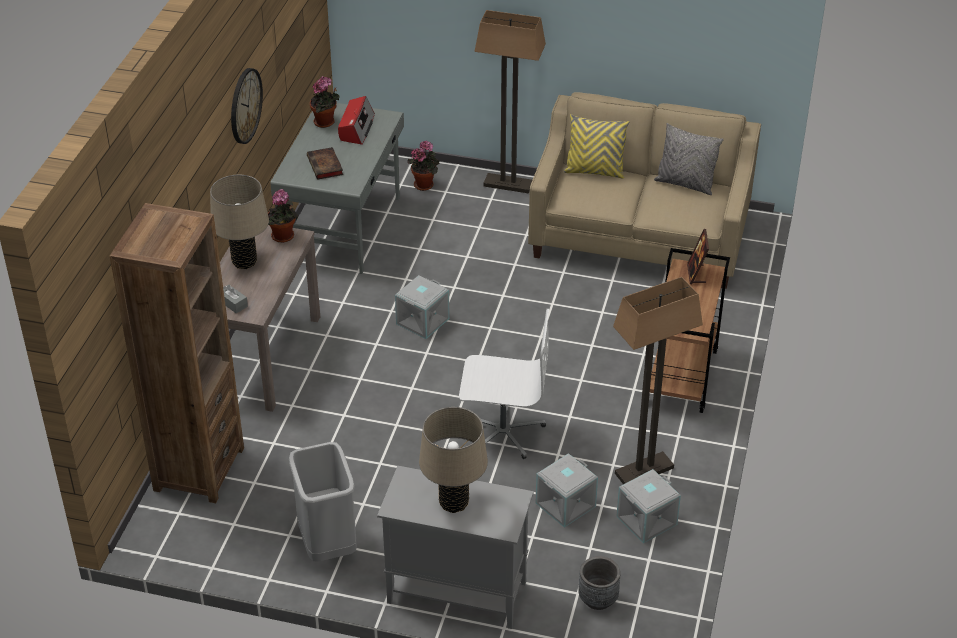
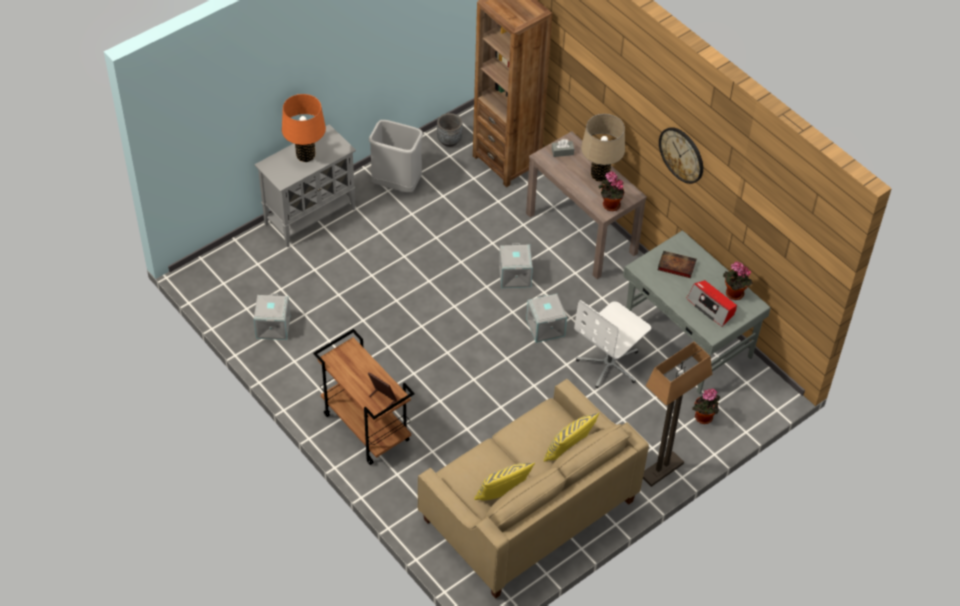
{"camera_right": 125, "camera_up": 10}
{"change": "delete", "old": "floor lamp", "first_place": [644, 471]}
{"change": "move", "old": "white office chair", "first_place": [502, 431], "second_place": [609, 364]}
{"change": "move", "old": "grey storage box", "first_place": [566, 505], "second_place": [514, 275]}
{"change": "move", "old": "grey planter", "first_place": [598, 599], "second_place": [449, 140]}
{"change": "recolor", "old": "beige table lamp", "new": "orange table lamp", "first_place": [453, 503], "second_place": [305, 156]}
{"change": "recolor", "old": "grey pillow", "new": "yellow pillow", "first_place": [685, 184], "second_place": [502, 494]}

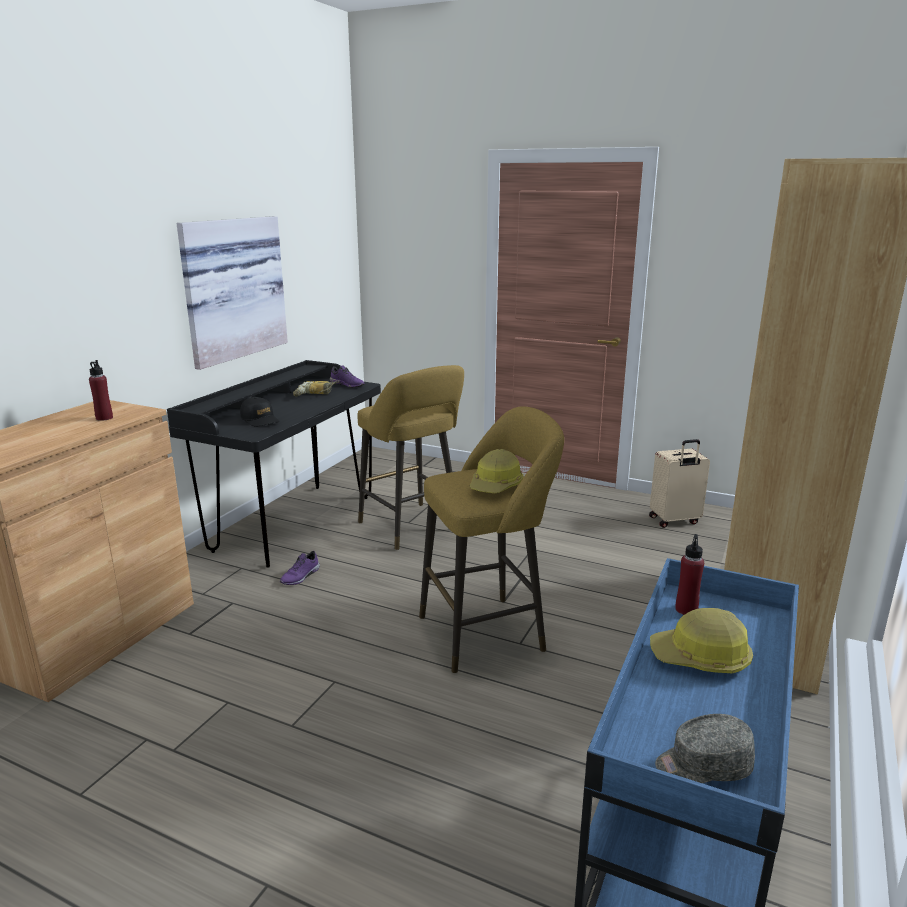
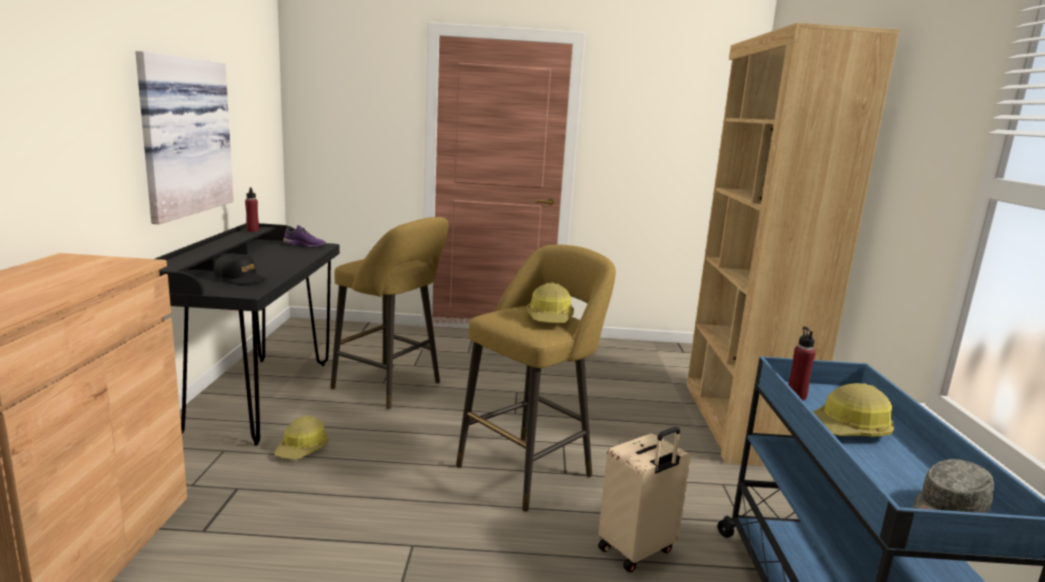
{"camera_right": -25, "camera_up": -5}
{"change": "delete", "old": "power drill", "first_place": [316, 393]}
{"change": "move", "old": "red bottle", "first_place": [104, 418], "second_place": [252, 230]}
{"change": "move", "old": "beige suitcase", "first_place": [674, 521], "second_place": [637, 550]}
{"change": "replace", "old": "purple shoe", "new": "hard hat", "first_place": [301, 577], "second_place": [302, 449]}

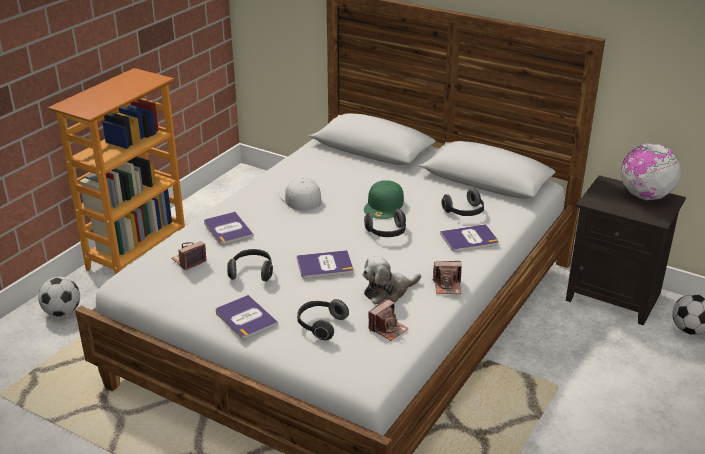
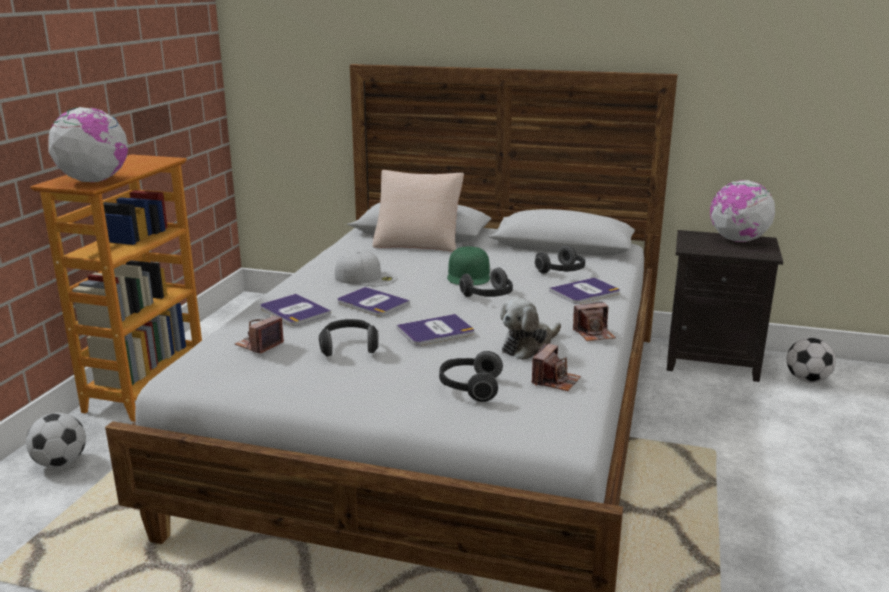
{"camera_right": -15, "camera_up": -10}
{"change": "insert", "new": "globe", "second_place": [94, 181]}
{"change": "insert", "new": "beige pillow", "second_place": [418, 242]}
{"change": "move", "old": "book", "first_place": [245, 318], "second_place": [372, 303]}
{"change": "rotate", "old": "white cap", "first_place": [299, 198], "second_place": [366, 277], "degrees": 150}

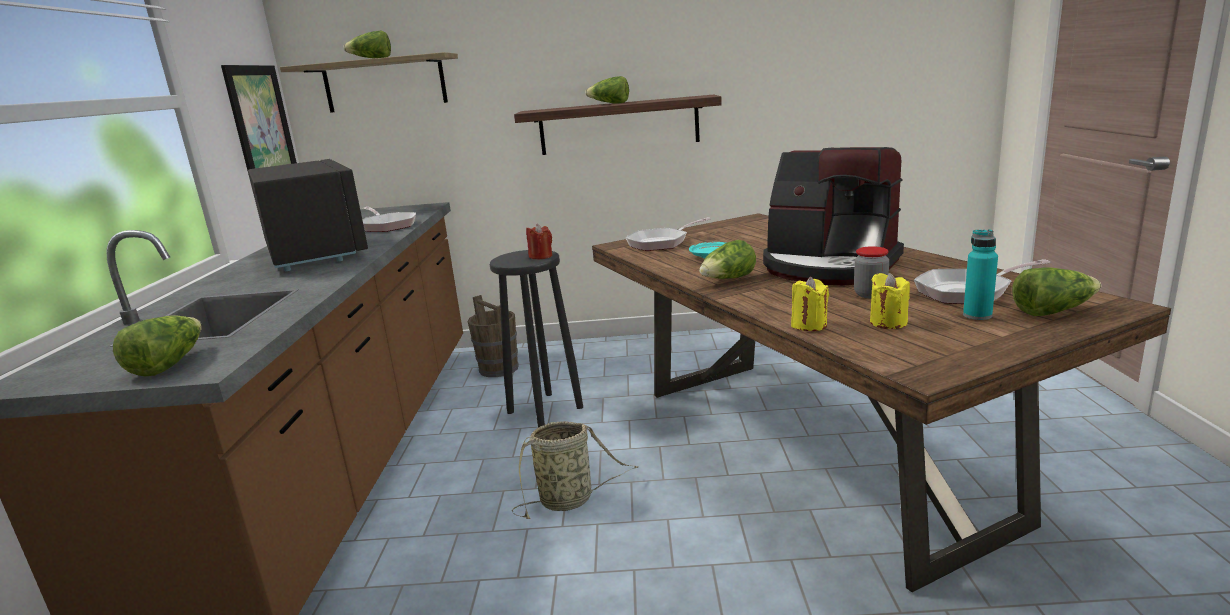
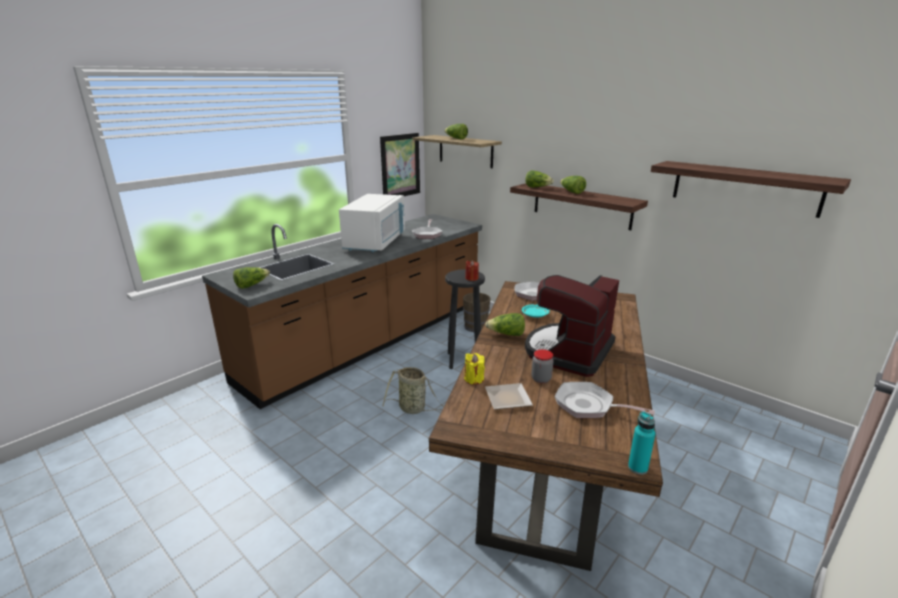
{"camera_right": 40, "camera_up": 5}
{"change": "insert", "new": "shelf", "second_place": [744, 188]}
{"change": "move", "old": "turquoise bottle", "first_place": [977, 315], "second_place": [637, 467]}
{"change": "move", "old": "lettuce", "first_place": [1052, 311], "second_place": [537, 187]}
{"change": "replace", "old": "yellow candle", "new": "plate", "first_place": [888, 322], "second_place": [506, 398]}
{"change": "recolor", "old": "black microwave", "new": "white microwave", "first_place": [316, 252], "second_place": [376, 242]}
{"change": "rotate", "old": "coffee machine", "first_place": [829, 267], "second_place": [568, 352], "degrees": 45}

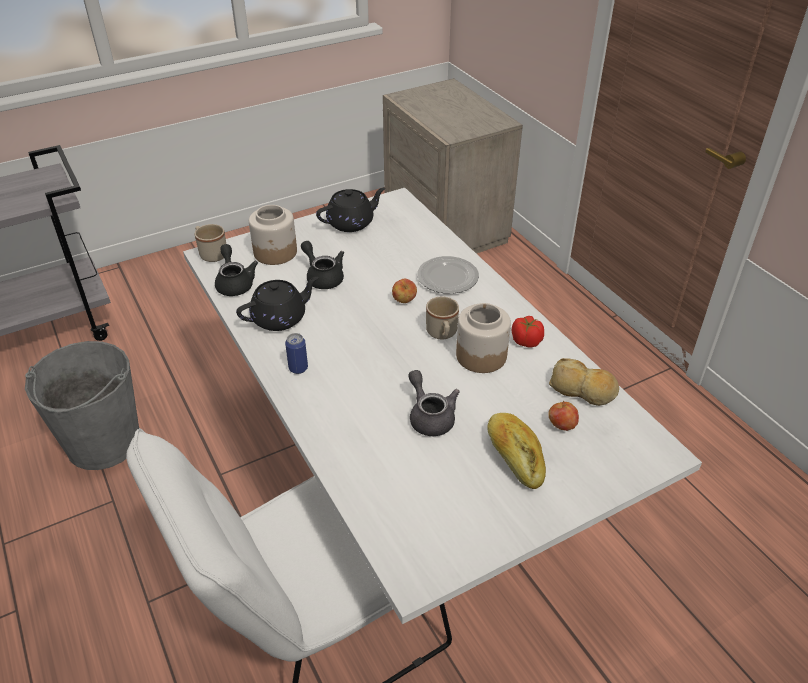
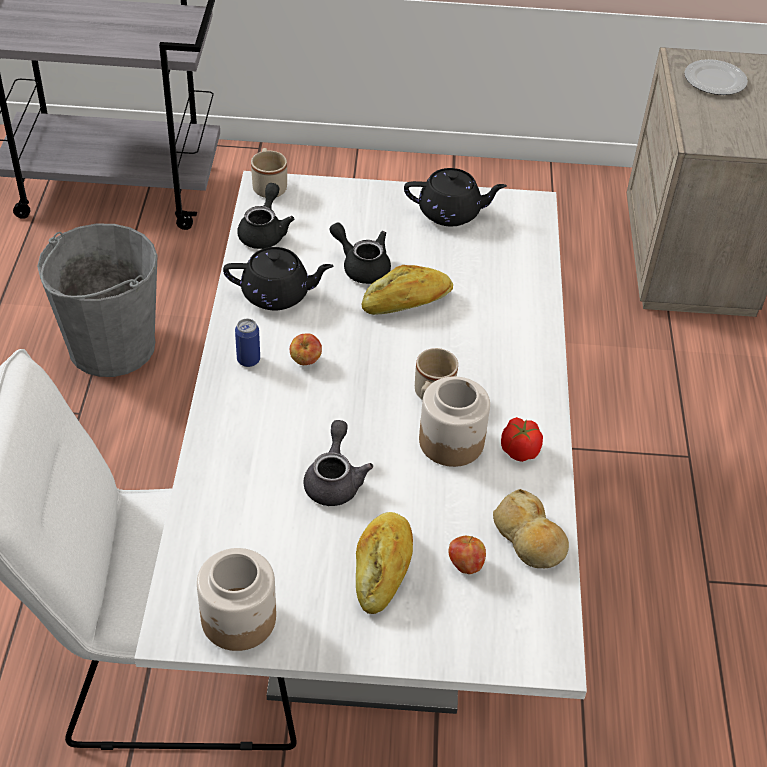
{"camera_right": 30, "camera_up": 5}
{"change": "insert", "new": "bread", "second_place": [407, 303]}
{"change": "move", "old": "jar", "first_place": [275, 253], "second_place": [238, 620]}
{"change": "move", "old": "apple", "first_place": [404, 301], "second_place": [305, 361]}
{"change": "move", "old": "plate", "first_place": [448, 277], "second_place": [715, 81]}
{"change": "rotate", "old": "black teapot", "first_place": [323, 277], "second_place": [362, 266], "degrees": -45}

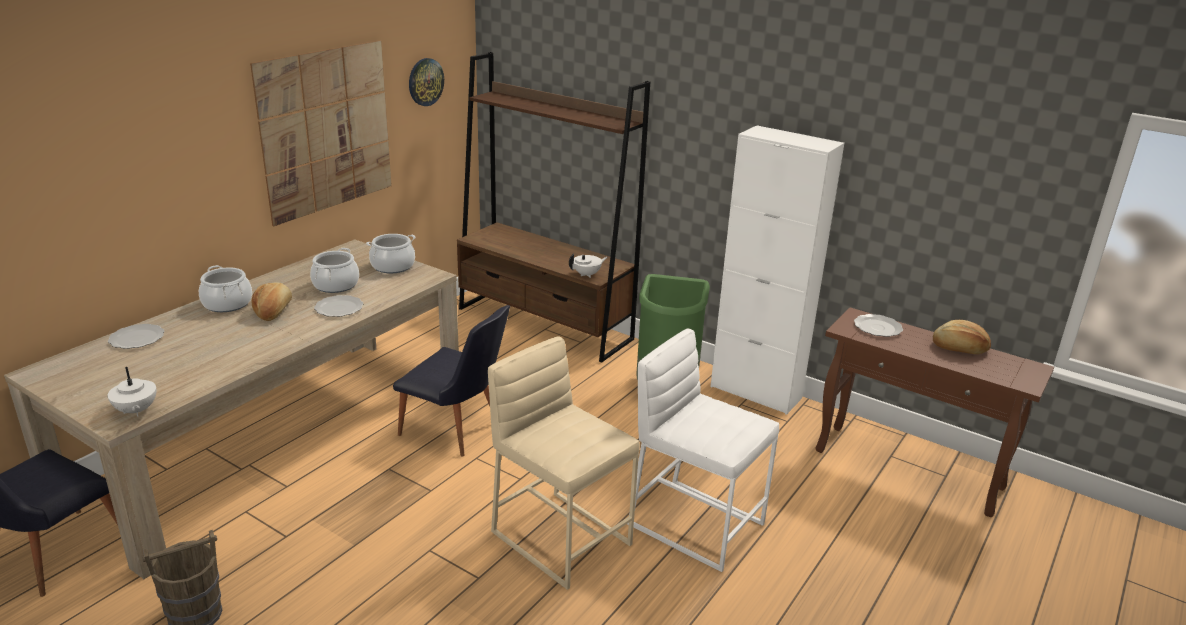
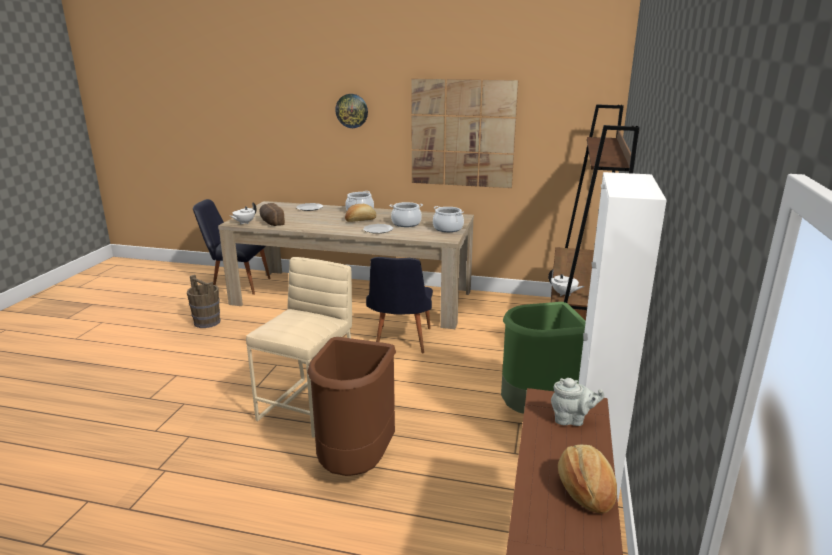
{"camera_right": 70, "camera_up": -5}
{"change": "insert", "new": "bread", "second_place": [271, 222]}
{"change": "move", "old": "wall clock", "first_place": [425, 82], "second_place": [352, 111]}
{"change": "replace", "old": "white stool", "new": "brown trash can", "first_place": [695, 523], "second_place": [356, 464]}
{"change": "replace", "old": "plate", "new": "grey teapot", "first_place": [877, 328], "second_place": [572, 420]}

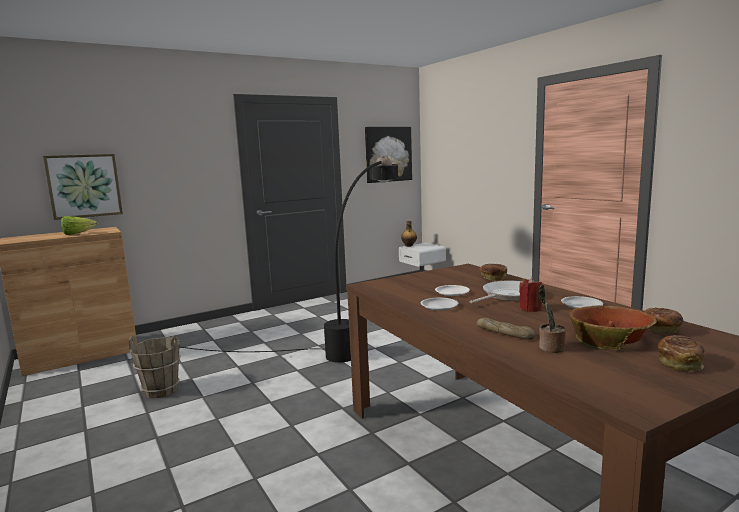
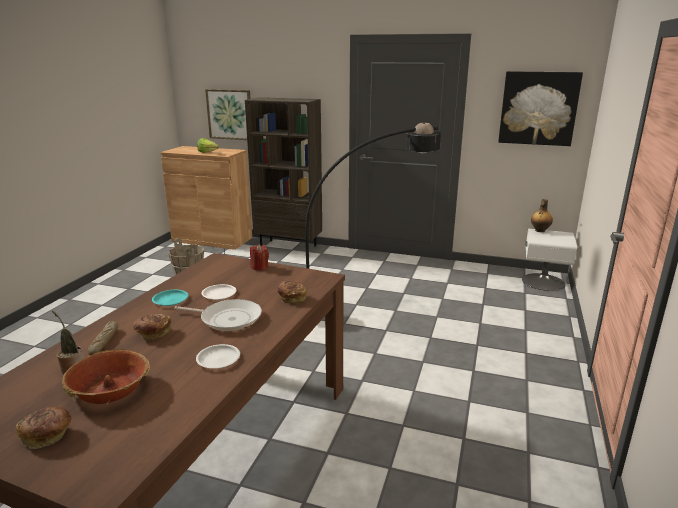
{"camera_right": 50, "camera_up": 10}
{"change": "insert", "new": "brown bookcase", "second_place": [289, 247]}
{"change": "move", "old": "red candle", "first_place": [530, 309], "second_place": [259, 267]}
{"change": "move", "old": "bread", "first_place": [661, 330], "second_place": [153, 334]}
{"change": "recolor", "old": "white plate", "new": "turquoise plate", "first_place": [439, 306], "second_place": [170, 300]}

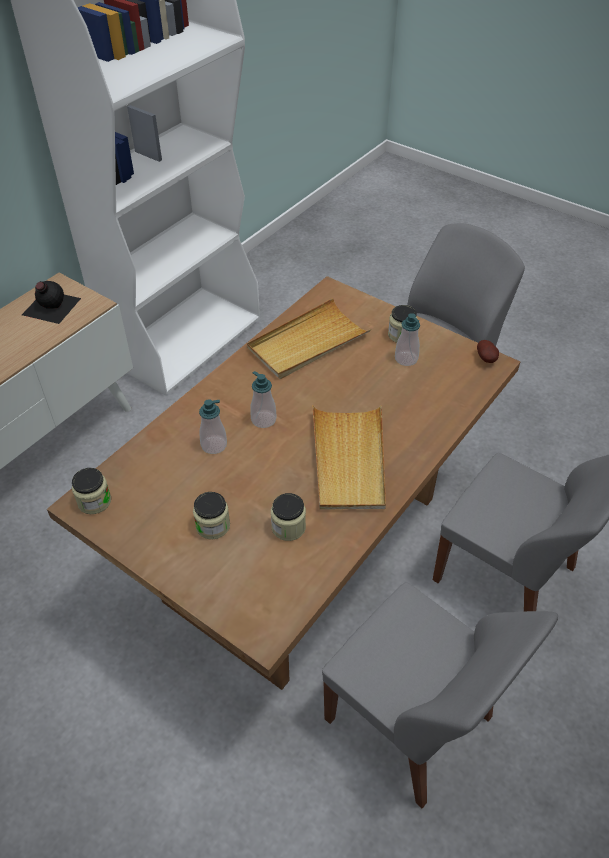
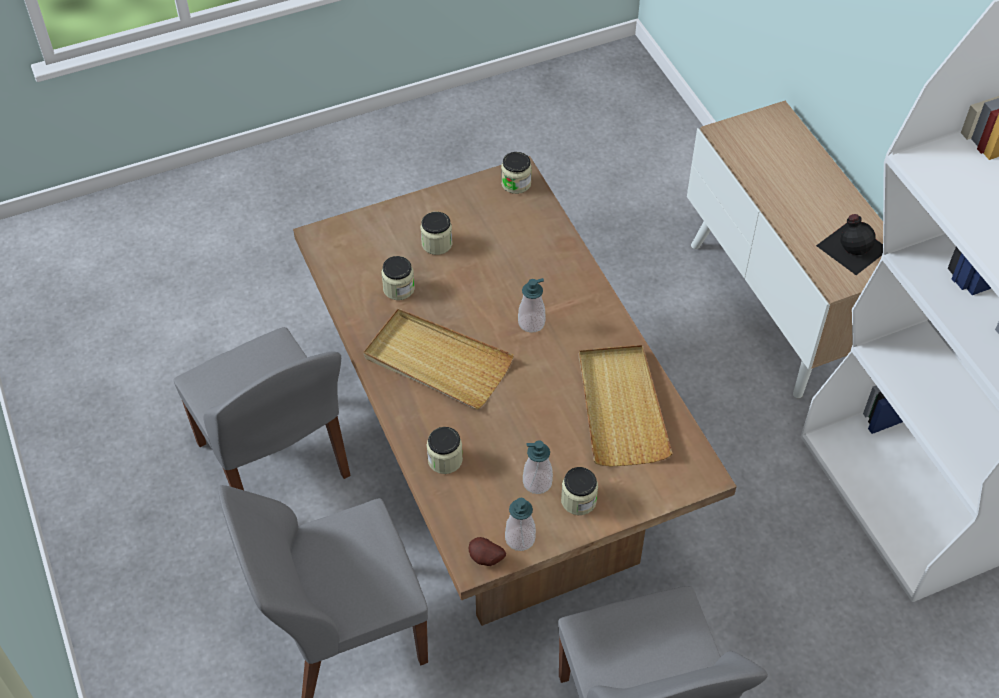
{"camera_right": 120, "camera_up": 5}
{"change": "insert", "new": "jar", "second_place": [445, 460]}
{"change": "move", "old": "soap dispenser", "first_place": [214, 445], "second_place": [520, 538]}
{"change": "rotate", "old": "grey chair", "first_place": [412, 722], "second_place": [275, 463], "degrees": -105}

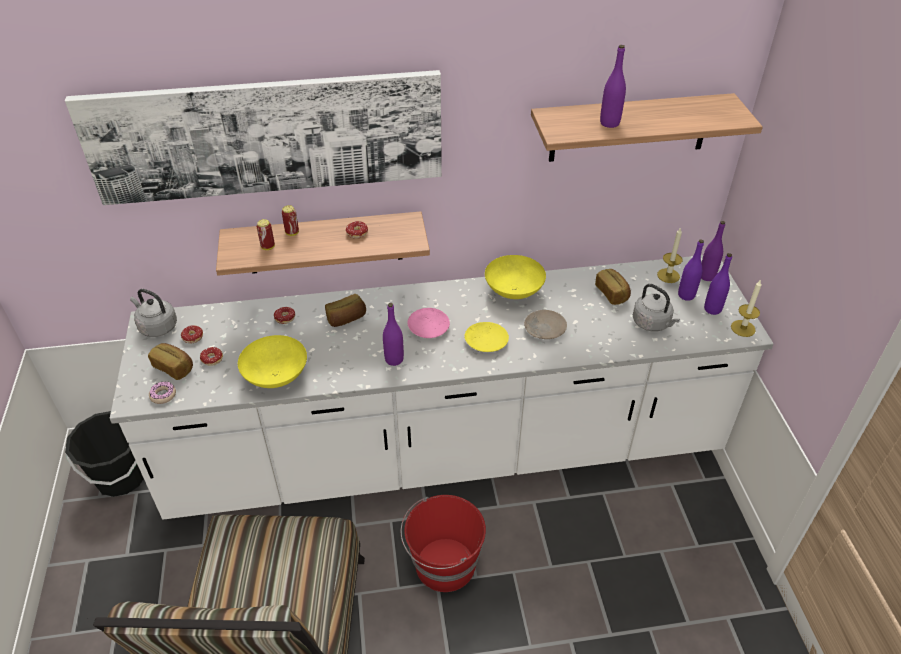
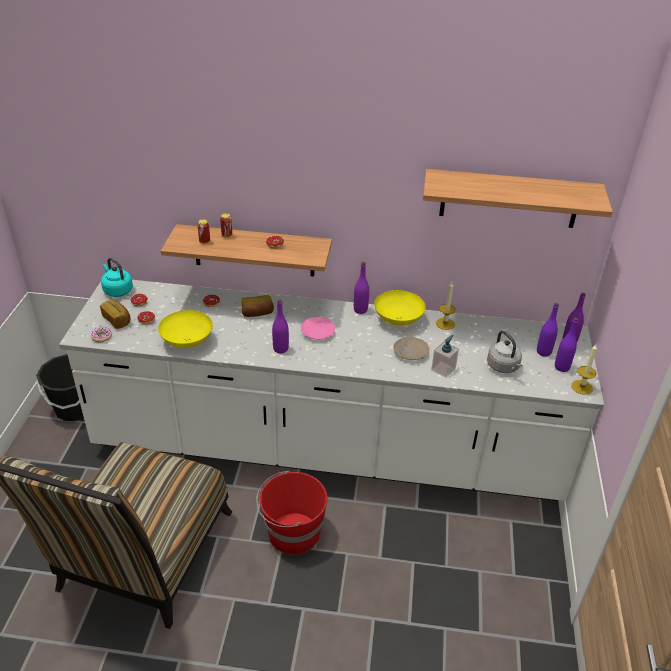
{"camera_right": 15, "camera_up": -5}
{"change": "delete", "old": "picture", "first_place": [267, 136]}
{"change": "delete", "old": "yellow plate", "first_place": [485, 341]}
{"change": "delete", "old": "bread", "first_place": [612, 293]}
{"change": "insert", "new": "soap dispenser", "second_place": [443, 369]}
{"change": "move", "old": "purple bottle", "first_place": [609, 123], "second_place": [360, 310]}
{"change": "move", "old": "candle", "first_place": [668, 275], "second_place": [445, 324]}
{"change": "recolor", "old": "grey kettle", "new": "turquoise kettle", "first_place": [157, 327], "second_place": [117, 290]}

